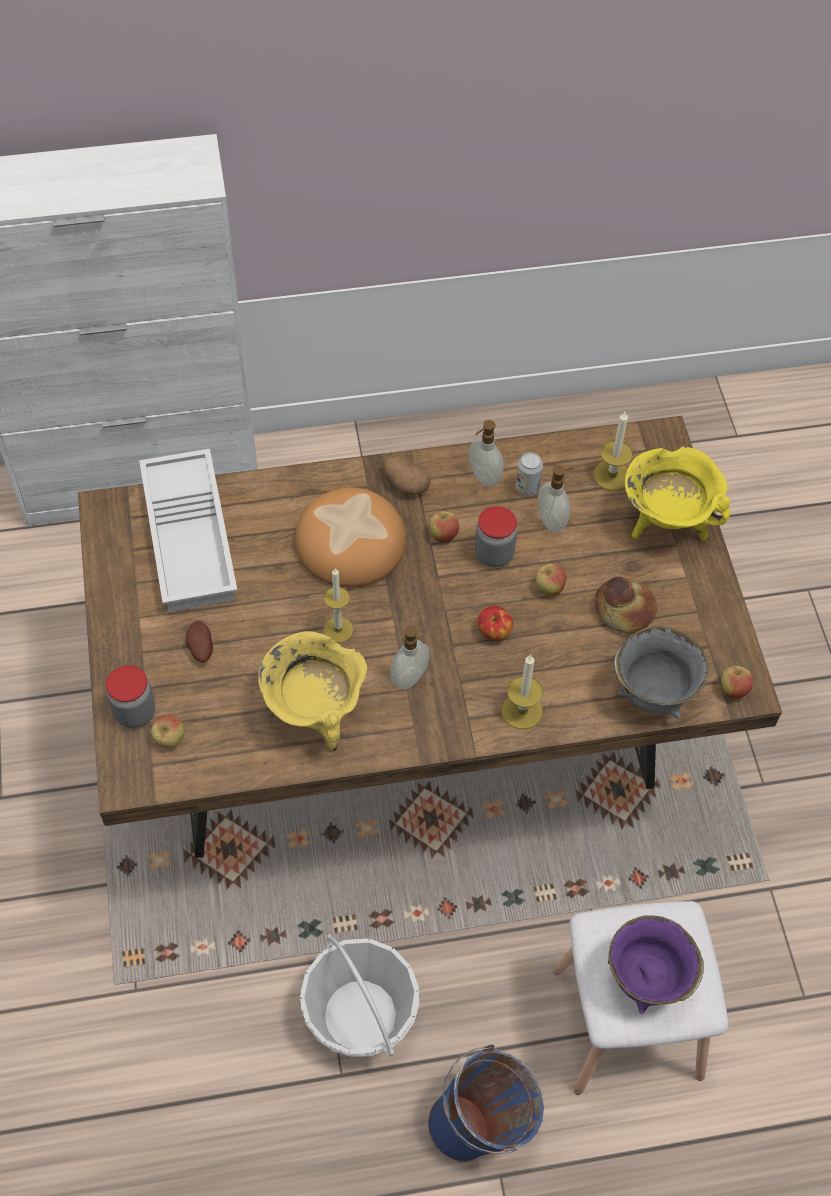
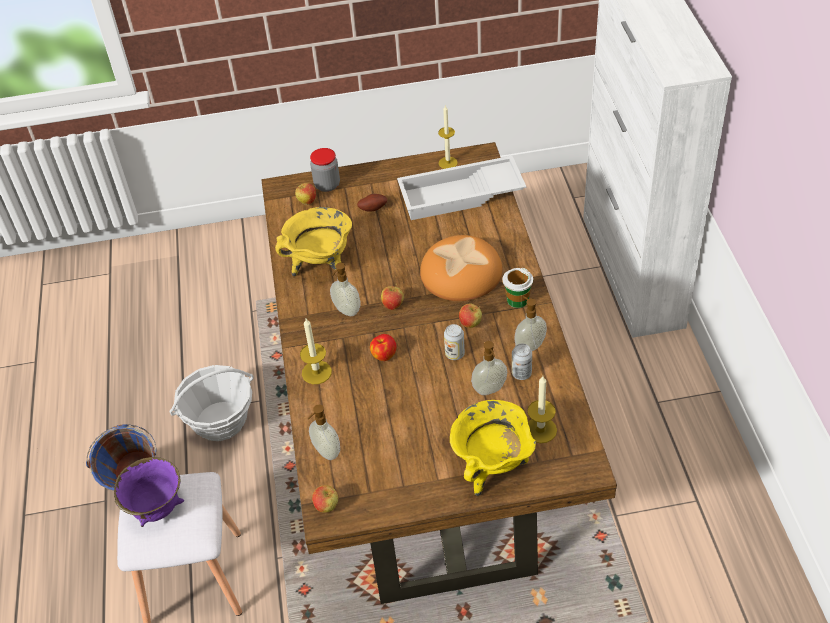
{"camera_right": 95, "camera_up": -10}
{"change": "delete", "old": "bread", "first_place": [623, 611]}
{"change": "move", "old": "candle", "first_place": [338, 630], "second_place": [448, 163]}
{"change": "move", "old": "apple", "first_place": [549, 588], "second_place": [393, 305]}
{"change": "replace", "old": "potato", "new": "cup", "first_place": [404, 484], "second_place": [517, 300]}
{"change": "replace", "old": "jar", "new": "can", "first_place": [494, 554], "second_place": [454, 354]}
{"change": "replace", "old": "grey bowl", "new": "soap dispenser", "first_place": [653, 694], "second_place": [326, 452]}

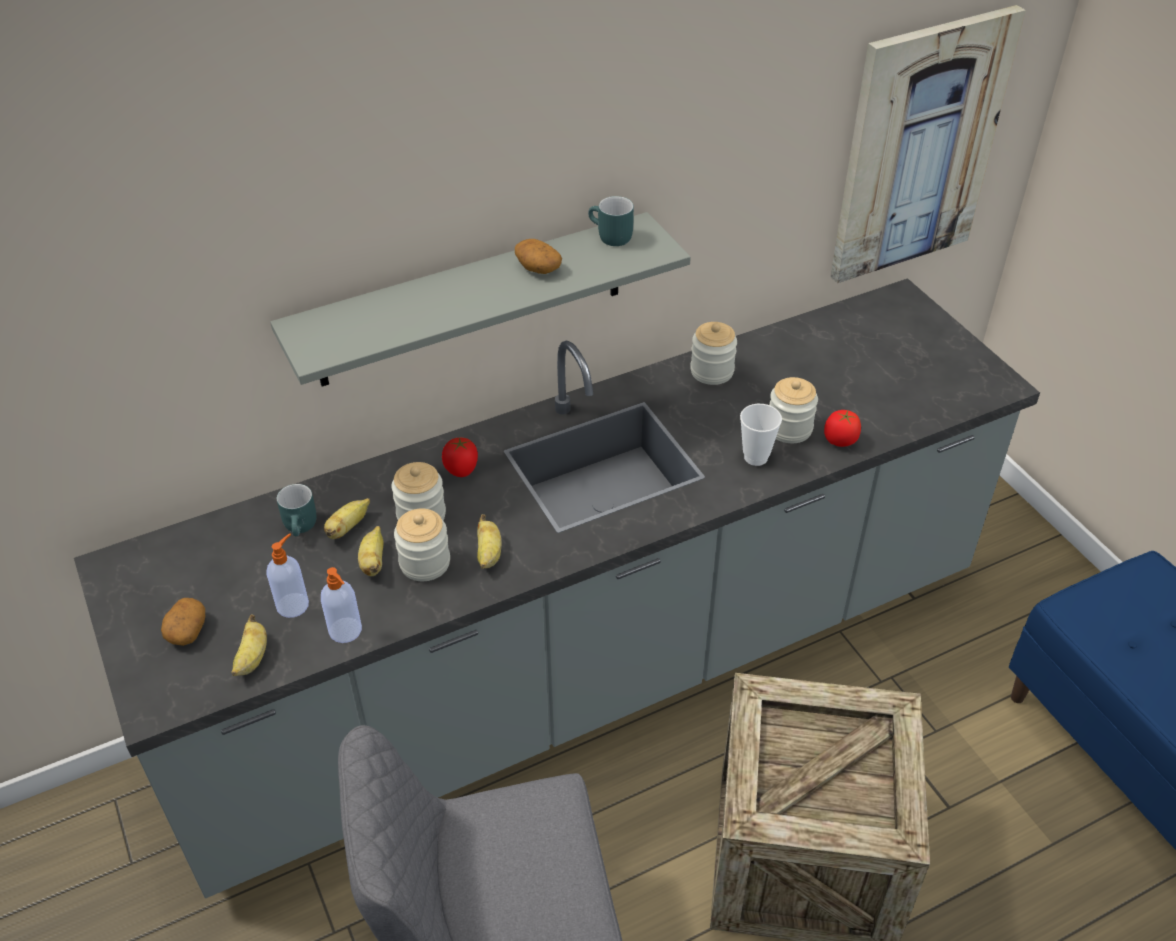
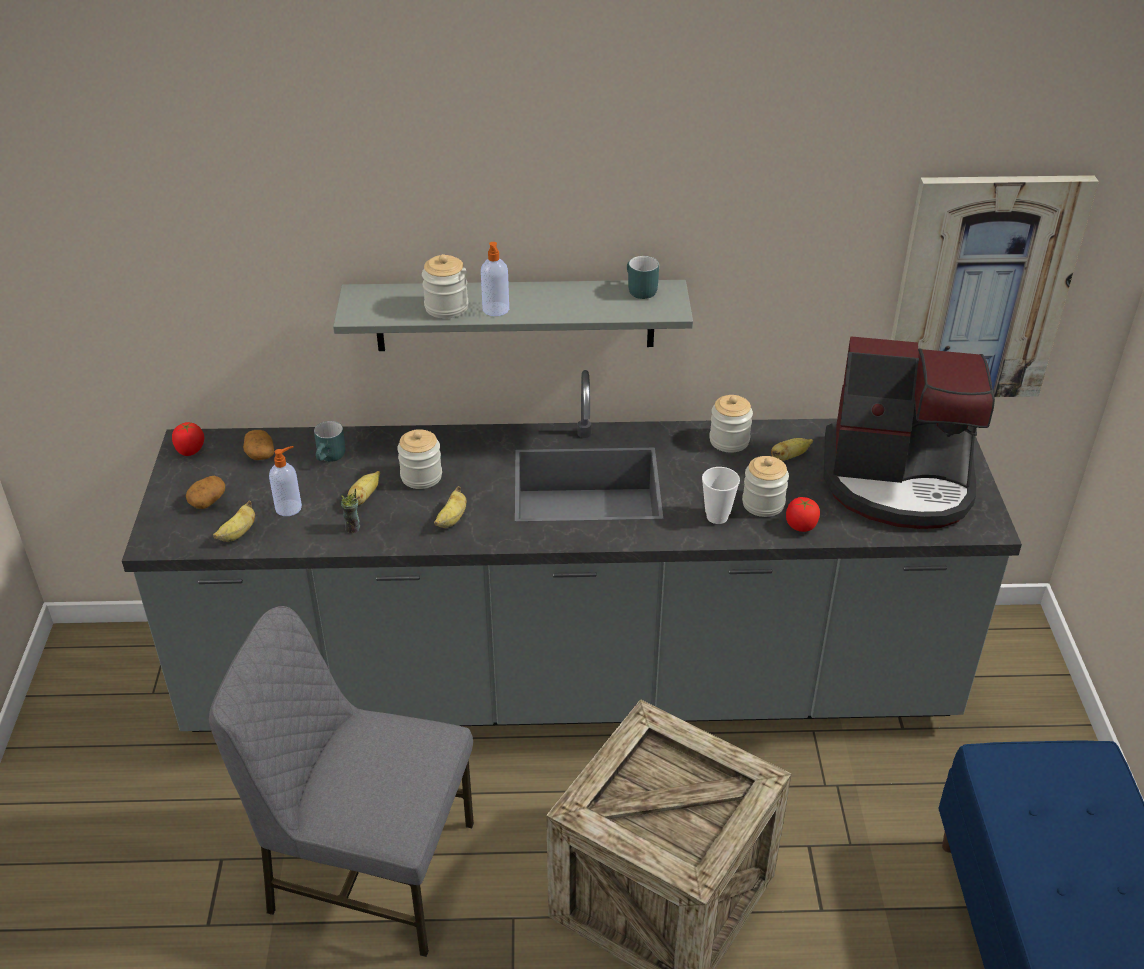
{"camera_right": 25, "camera_up": -5}
{"change": "insert", "new": "cup", "second_place": [353, 528]}
{"change": "insert", "new": "coffee machine", "second_place": [898, 481]}
{"change": "move", "old": "soap dispenser", "first_place": [346, 631], "second_place": [496, 310]}
{"change": "move", "old": "banana", "first_place": [348, 527], "second_place": [789, 457]}
{"change": "move", "old": "jar", "first_place": [425, 563], "second_place": [446, 307]}
{"change": "move", "old": "tomato", "first_place": [461, 470], "second_place": [190, 451]}
{"change": "move", "old": "potato", "first_place": [537, 268], "second_place": [259, 453]}

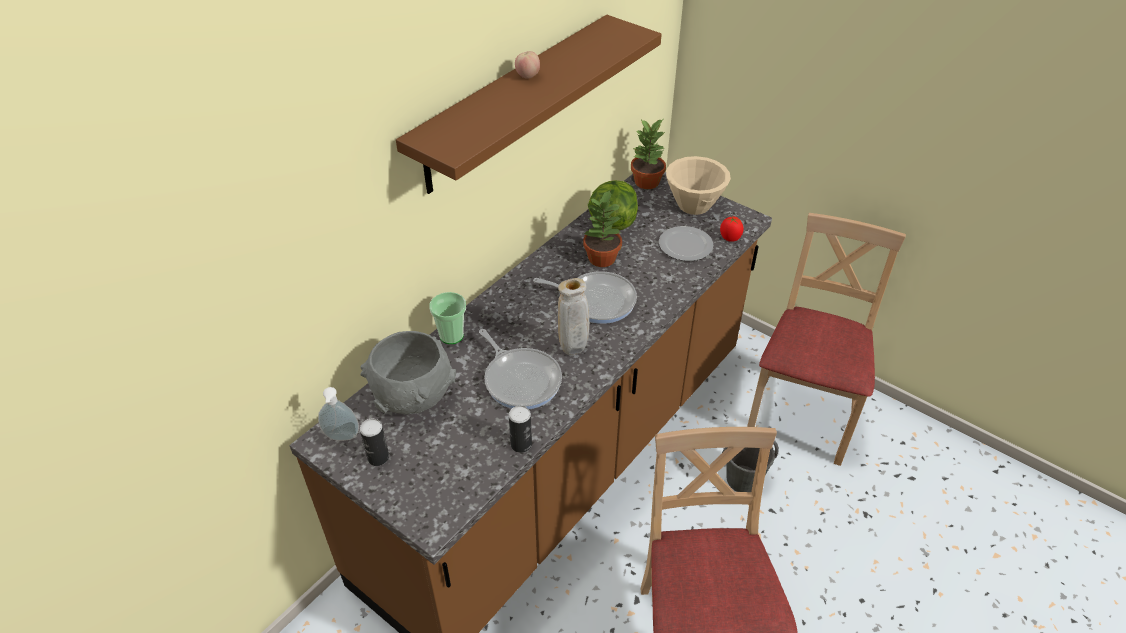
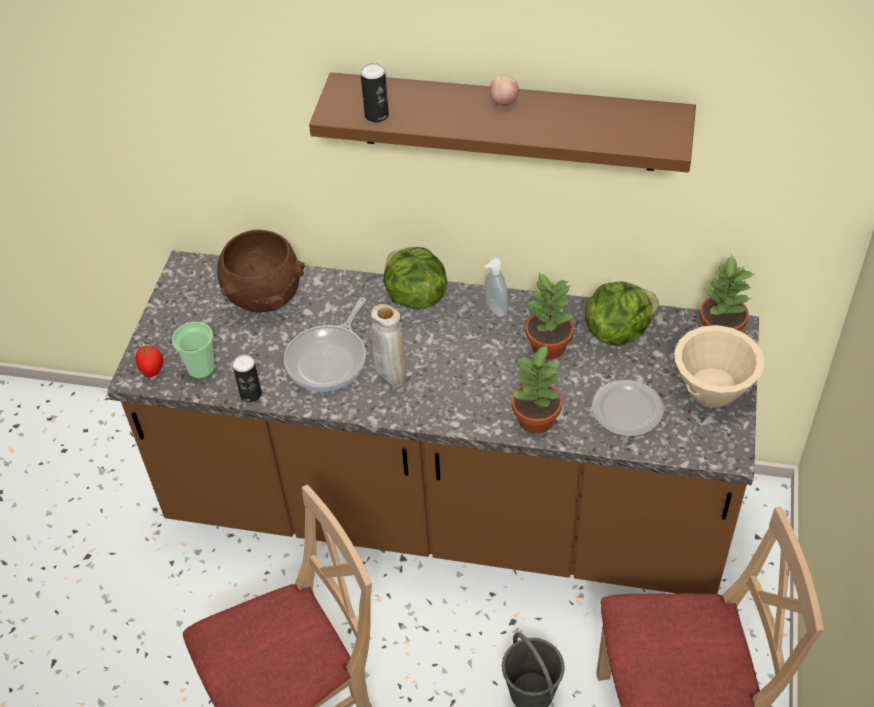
{"camera_right": 65, "camera_up": 5}
{"change": "delete", "old": "frying pan", "first_place": [596, 300]}
{"change": "insert", "new": "lettuce", "second_place": [414, 297]}
{"change": "insert", "new": "potted plant", "second_place": [535, 420]}
{"change": "move", "old": "soap dispenser", "first_place": [342, 438], "second_place": [494, 309]}
{"change": "move", "old": "can", "first_place": [378, 457], "second_place": [376, 115]}
{"change": "move", "old": "cup", "first_place": [451, 335], "second_place": [201, 369]}
{"change": "move", "old": "tomato", "first_place": [729, 238], "second_place": [152, 371]}
{"change": "recolor", "old": "grey bowl", "new": "brown bowl", "first_place": [414, 397], "second_place": [264, 297]}

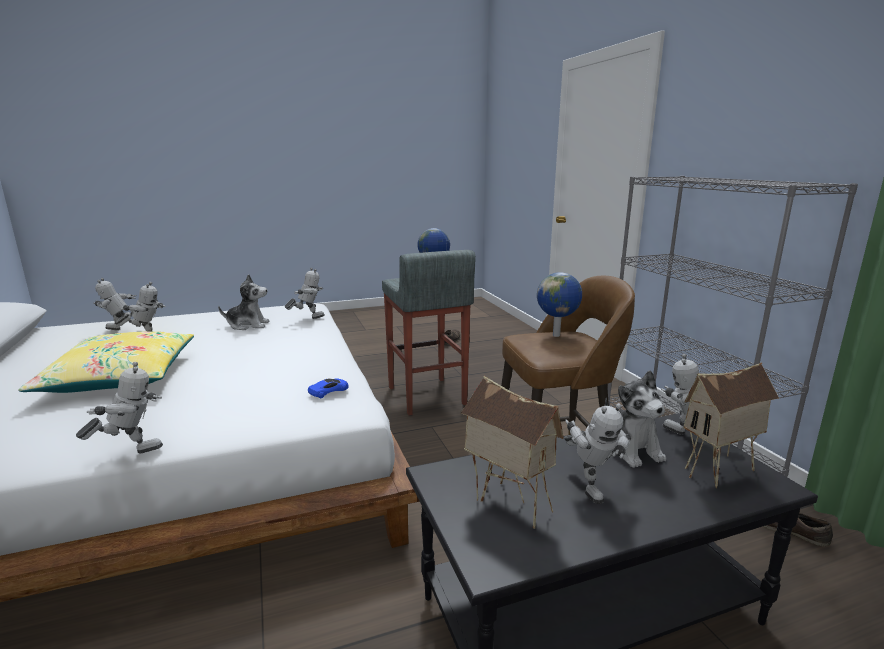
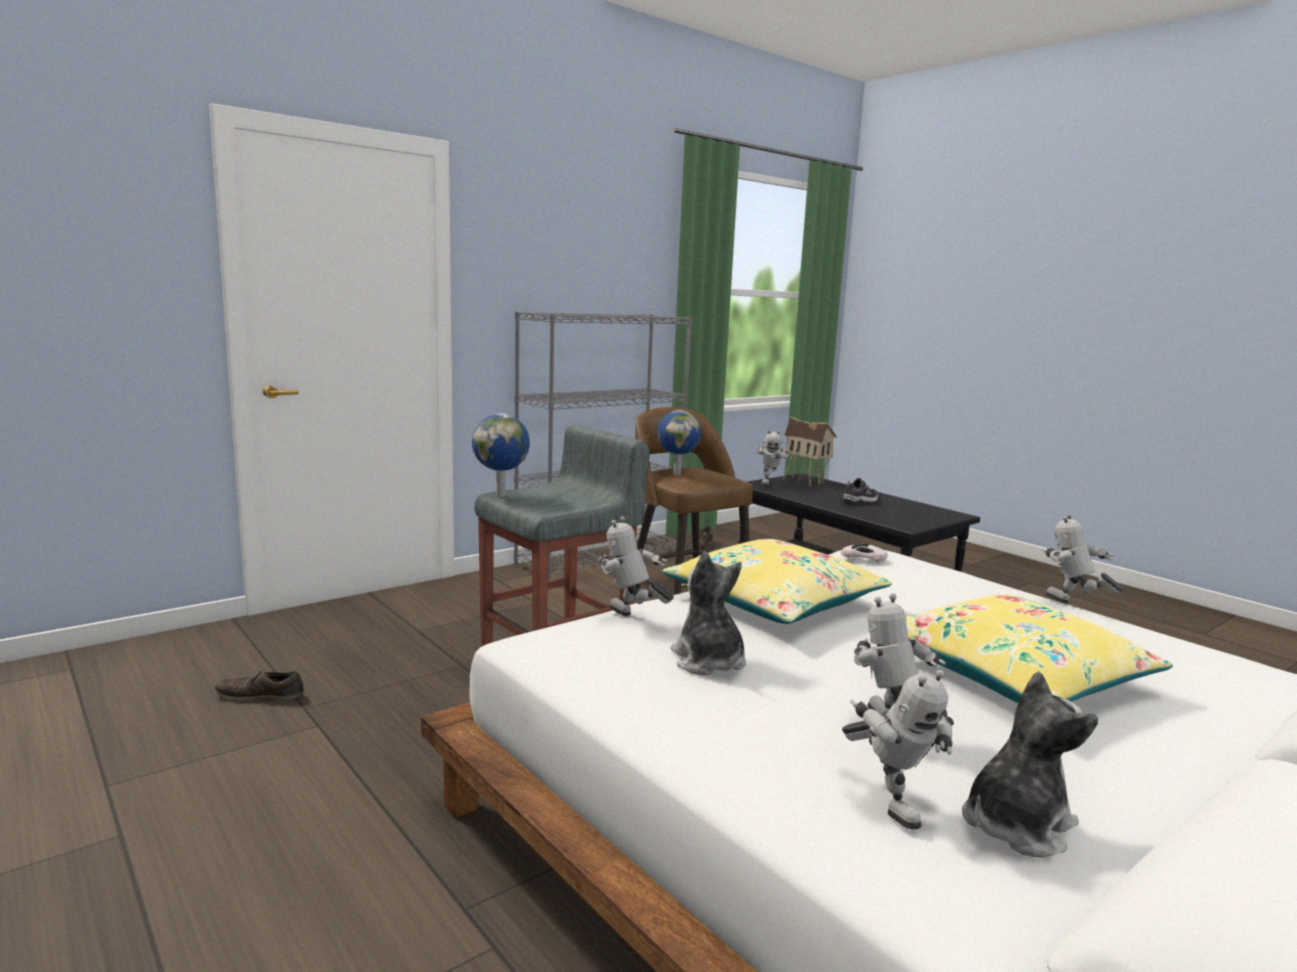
{"camera_right": -110, "camera_up": -5}
{"change": "delete", "old": "toy house", "first_place": [507, 503]}
{"change": "insert", "new": "yellow pillow", "second_place": [774, 601]}
{"change": "move", "old": "plush toy", "first_place": [629, 448], "second_place": [1015, 825]}
{"change": "replace", "old": "toy robot", "new": "shoe", "first_place": [589, 486], "second_place": [860, 500]}
{"change": "recolor", "old": "blue toy car", "new": "white toy car", "first_place": [329, 391], "second_place": [863, 557]}

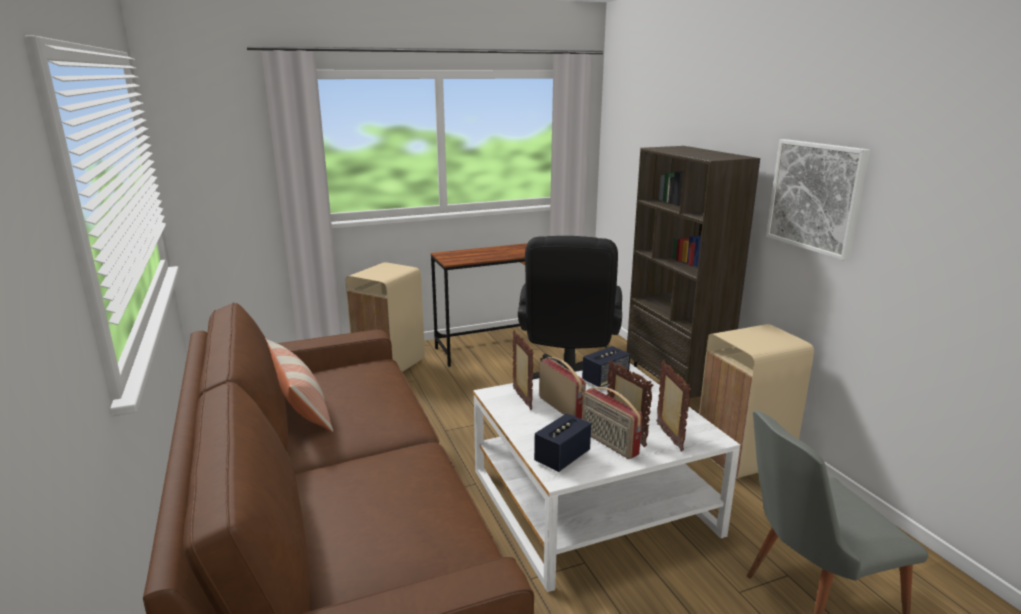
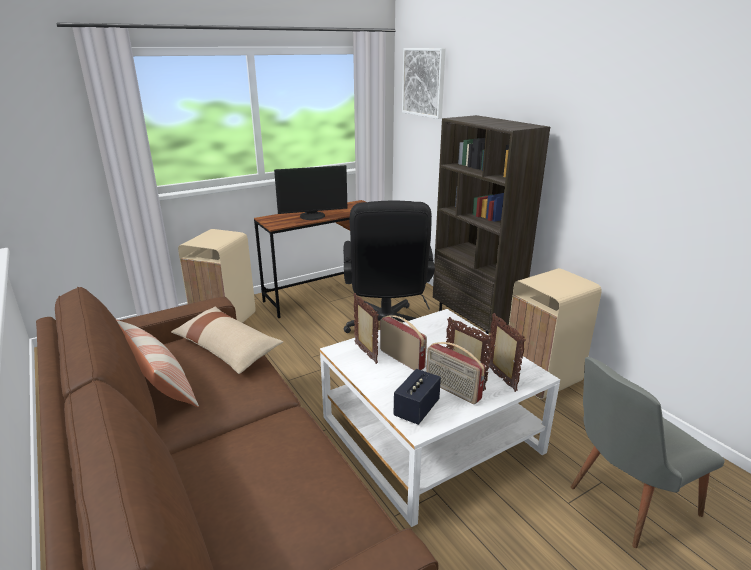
{"camera_right": -10, "camera_up": 5}
{"change": "delete", "old": "speaker", "first_place": [605, 380]}
{"change": "insert", "new": "beige pillow", "second_place": [227, 348]}
{"change": "insert", "new": "monitor", "second_place": [312, 216]}
{"change": "move", "old": "picture", "first_place": [815, 196], "second_place": [424, 82]}

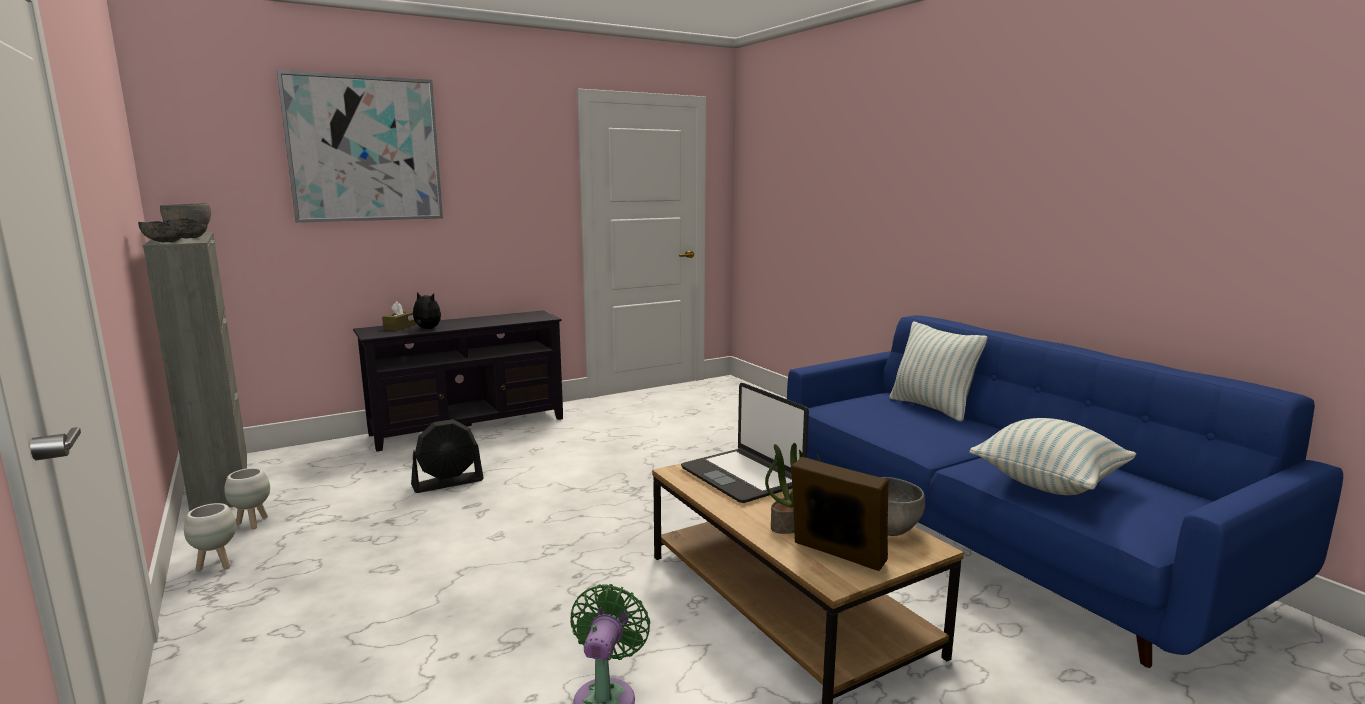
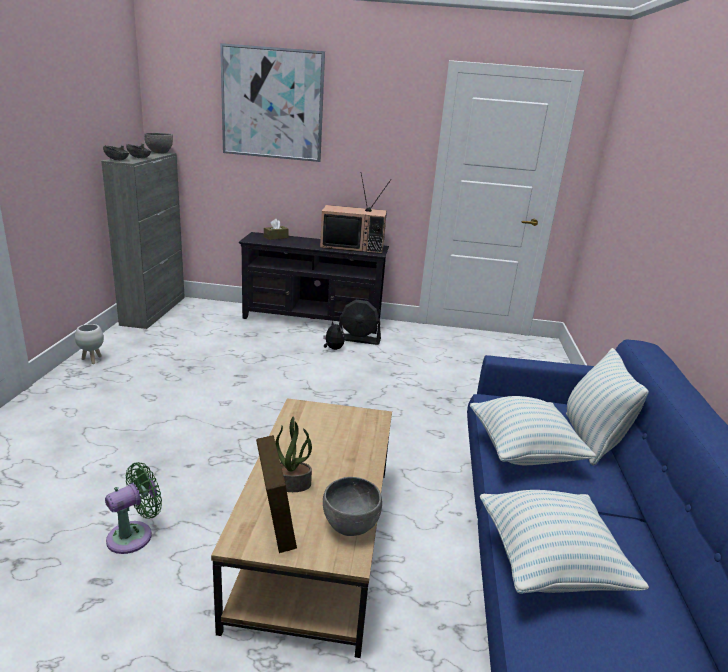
{"camera_right": 35, "camera_up": 10}
{"change": "delete", "old": "white planter", "first_place": [252, 523]}
{"change": "delete", "old": "laptop", "first_place": [742, 476]}
{"change": "insert", "new": "television", "second_place": [353, 246]}
{"change": "insert", "new": "pillow", "second_place": [523, 452]}
{"change": "move", "old": "plush toy", "first_place": [426, 329], "second_place": [333, 349]}
{"change": "move", "old": "black fan", "first_place": [448, 483], "second_place": [359, 339]}

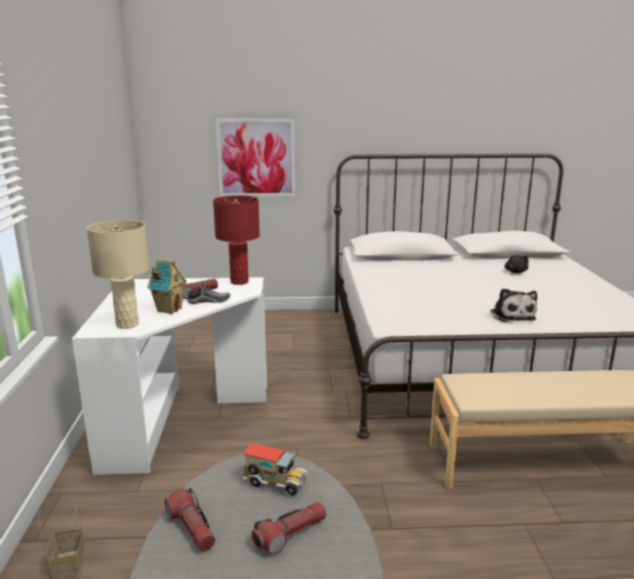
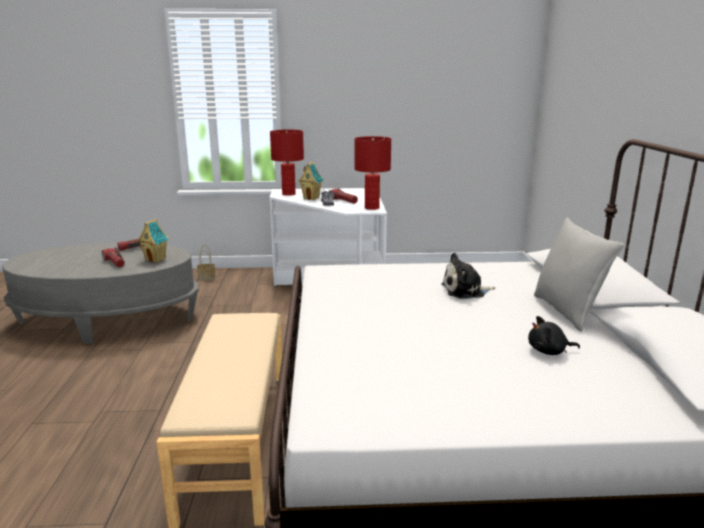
{"camera_right": 90, "camera_up": 0}
{"change": "delete", "old": "picture", "first_place": [256, 158]}
{"change": "insert", "new": "grey pillow", "second_place": [567, 311]}
{"change": "move", "old": "plush toy", "first_place": [511, 315], "second_place": [465, 291]}
{"change": "replace", "old": "toy truck", "new": "toy house", "first_place": [275, 484], "second_place": [156, 259]}
{"change": "recolor", "old": "beige table lamp", "new": "red table lamp", "first_place": [127, 324], "second_place": [288, 194]}

